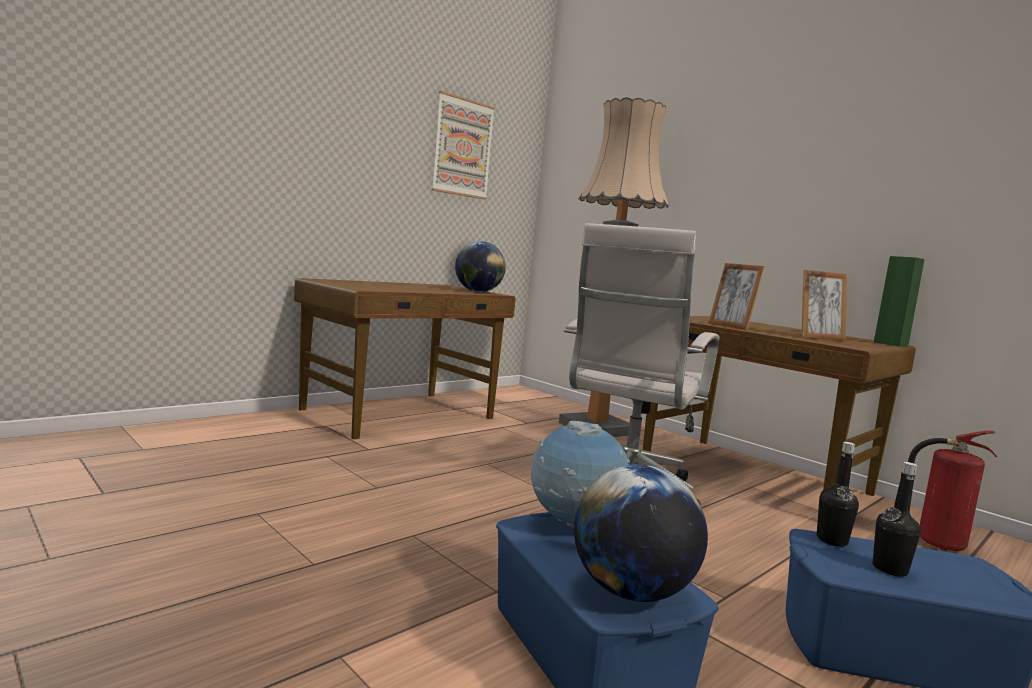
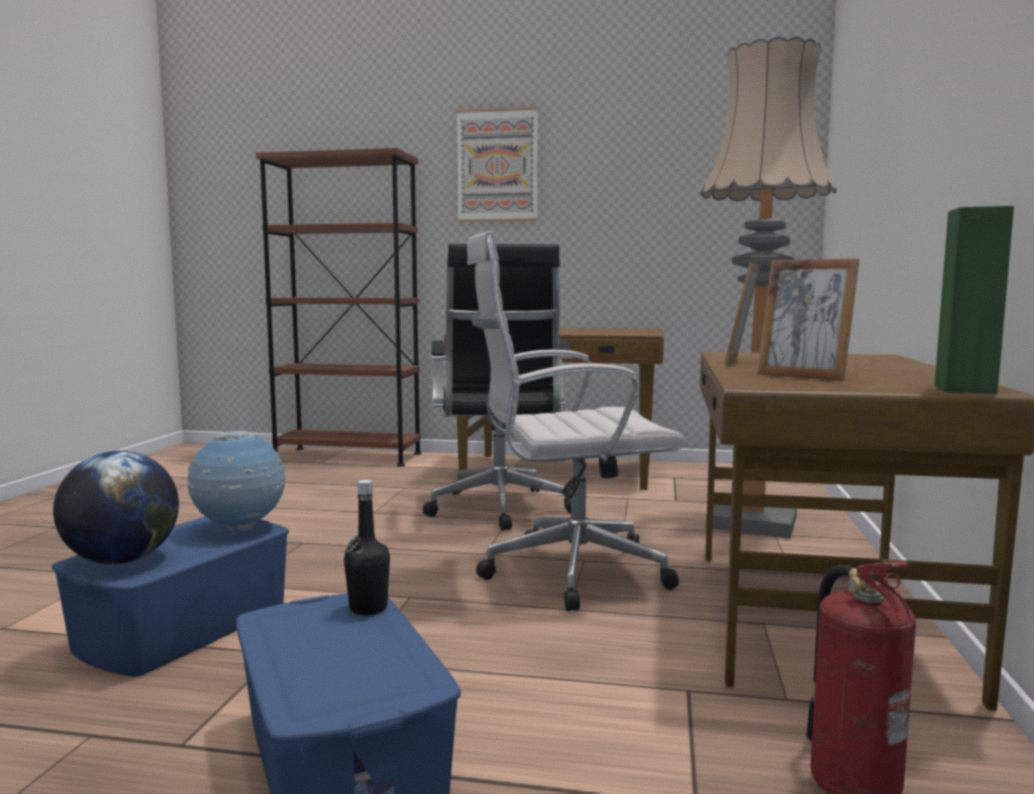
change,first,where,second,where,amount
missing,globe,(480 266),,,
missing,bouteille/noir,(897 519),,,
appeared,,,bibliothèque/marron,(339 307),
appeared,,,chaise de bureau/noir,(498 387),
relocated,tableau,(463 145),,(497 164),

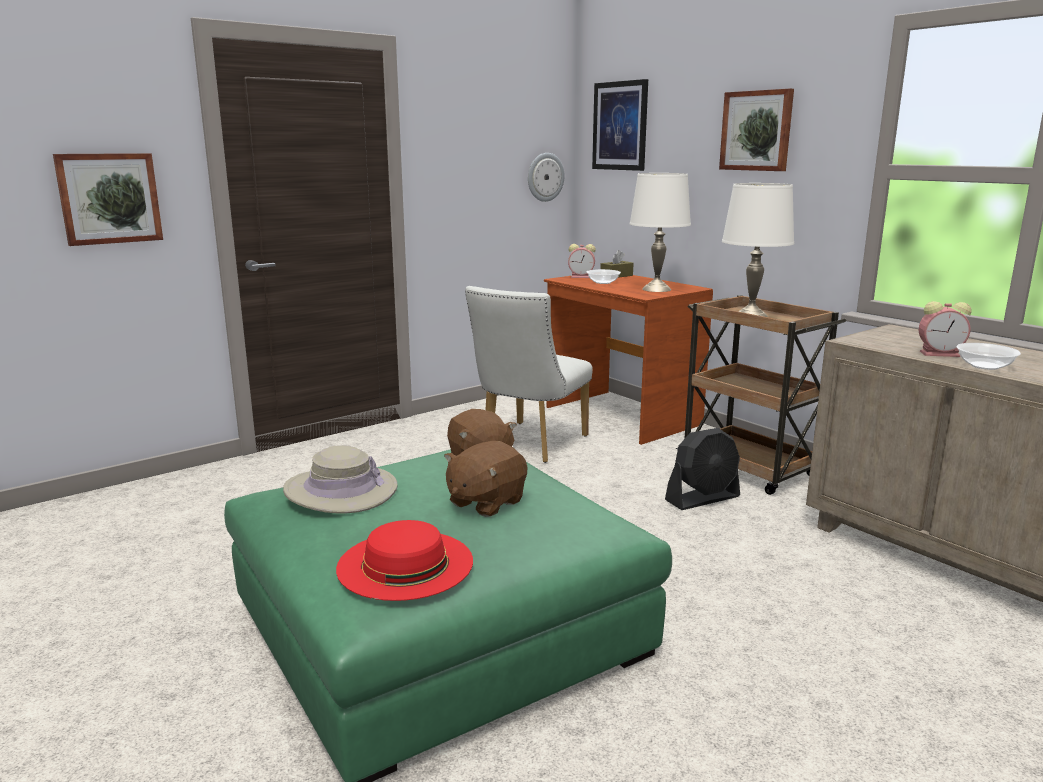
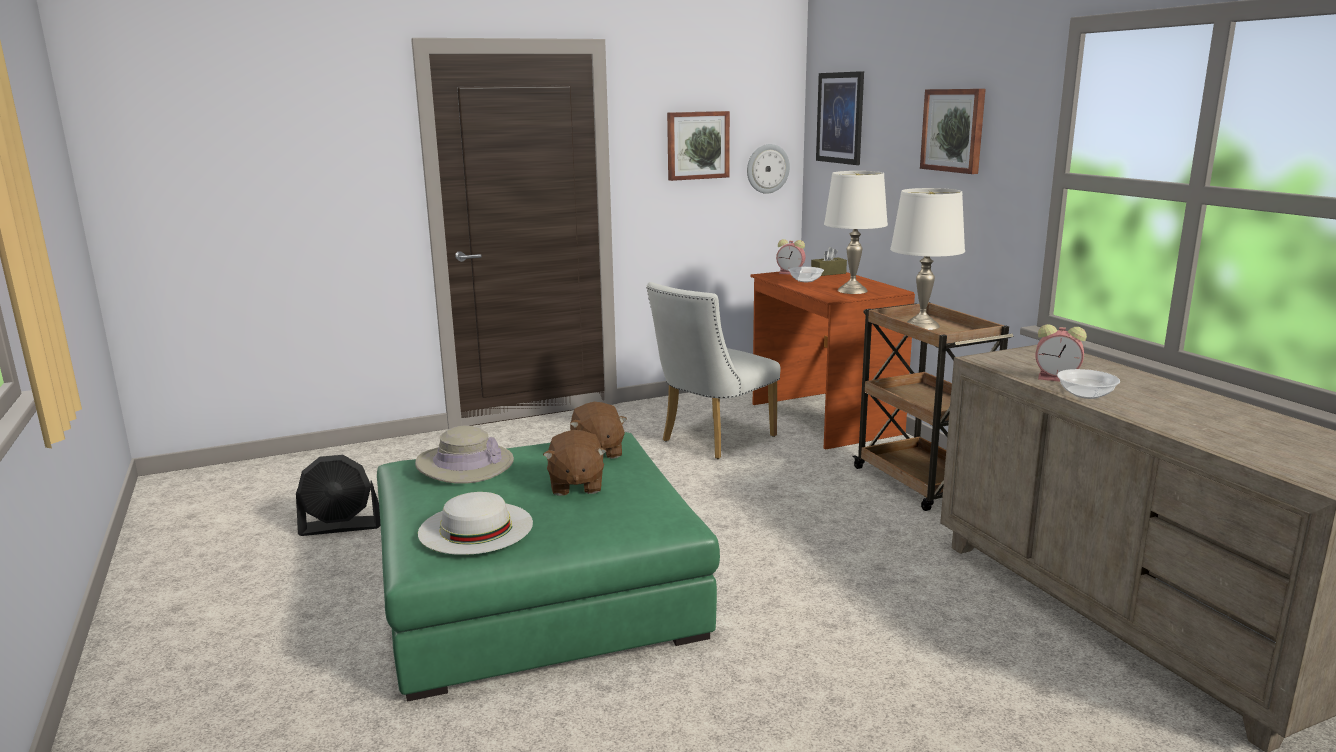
change,first,where,second,where,amount
relocated,tableau,(108 199),,(698 146),
relocated,ventilateur/noir,(702 469),,(338 495),
colour,chapeau/rouge,(404 560),chapeau/blanc,(475 523),
spun,peluche/marron,(485 479),,(575 463),60 degrees counterclockwise

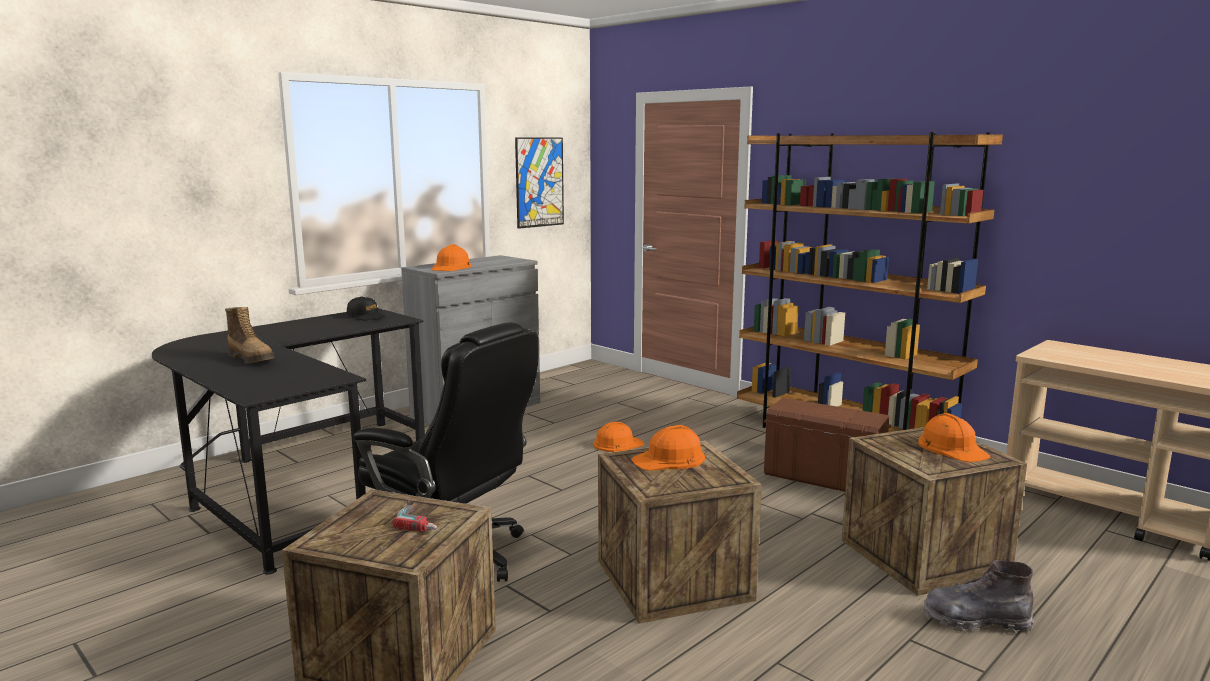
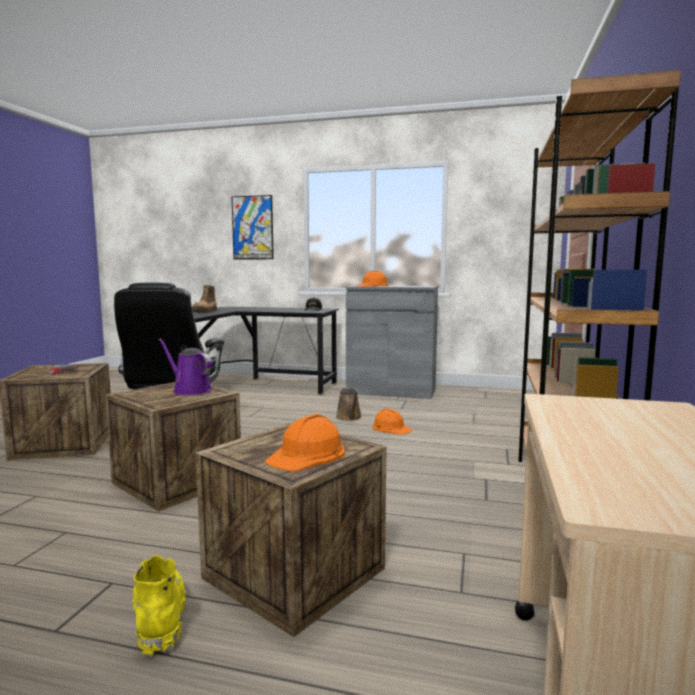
change,first,where,second,where,amount
missing,boîte de rangement/marron,(827 445),,,
appeared,,,arrosoir/marron,(349 404),
relocated,tableau,(539 183),,(253 227),
exchanged,casque de chantier/orange,(668 448),arrosoir/violet,(185 367),
colour,botte/gris,(978 596),botte/jaune,(159 605),

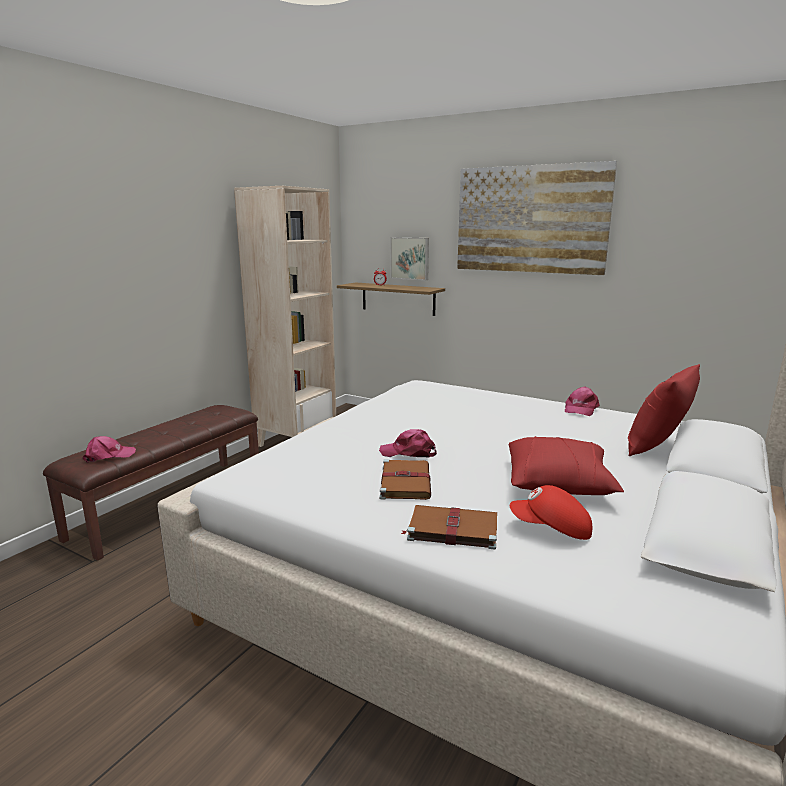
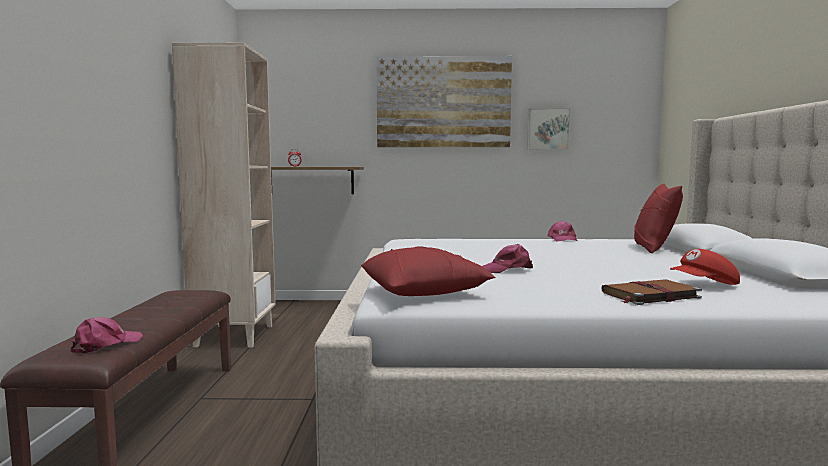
change,first,where,second,where,amount
missing,livre/marron,(405 479),,,
relocated,tableau,(409 258),,(549 129),
relocated,coussin/rouge,(566 465),,(428 271),

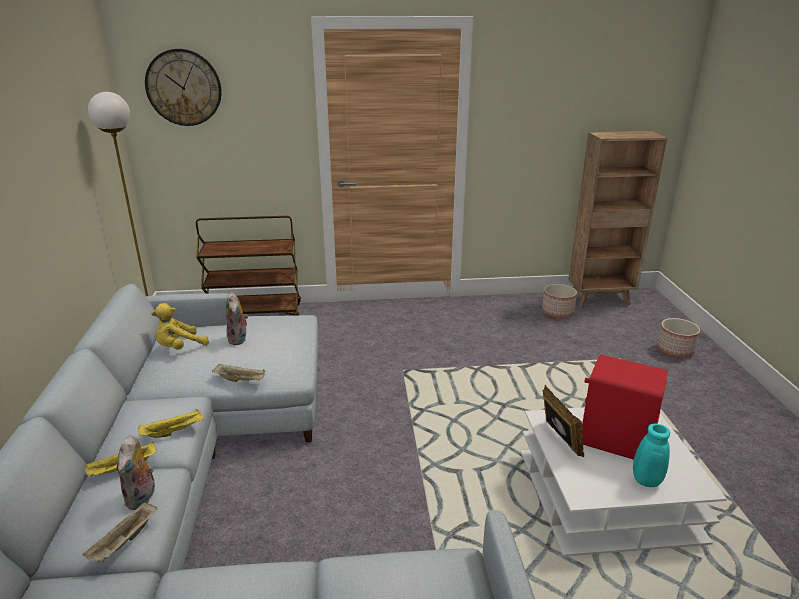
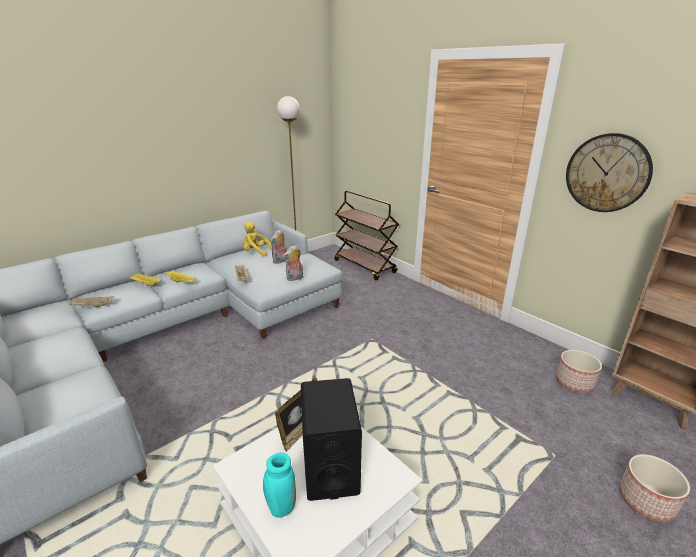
change,first,where,second,where,amount
relocated,peluche,(136 472),,(292 263),
relocated,horloge murale,(183 87),,(609 172),
colour,enceinte/rouge,(625 407),enceinte/noir,(331 439),

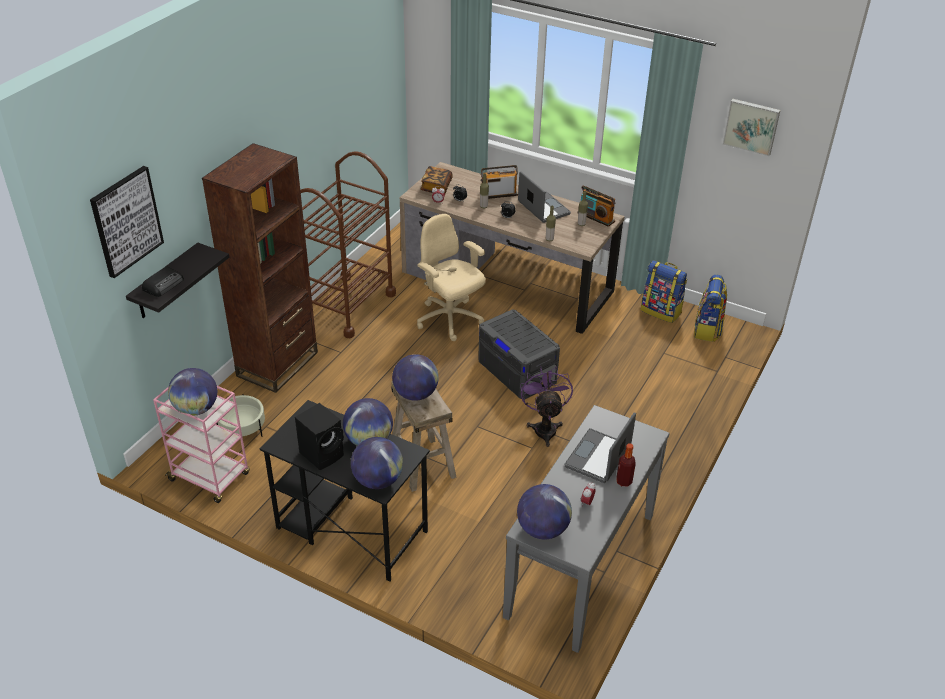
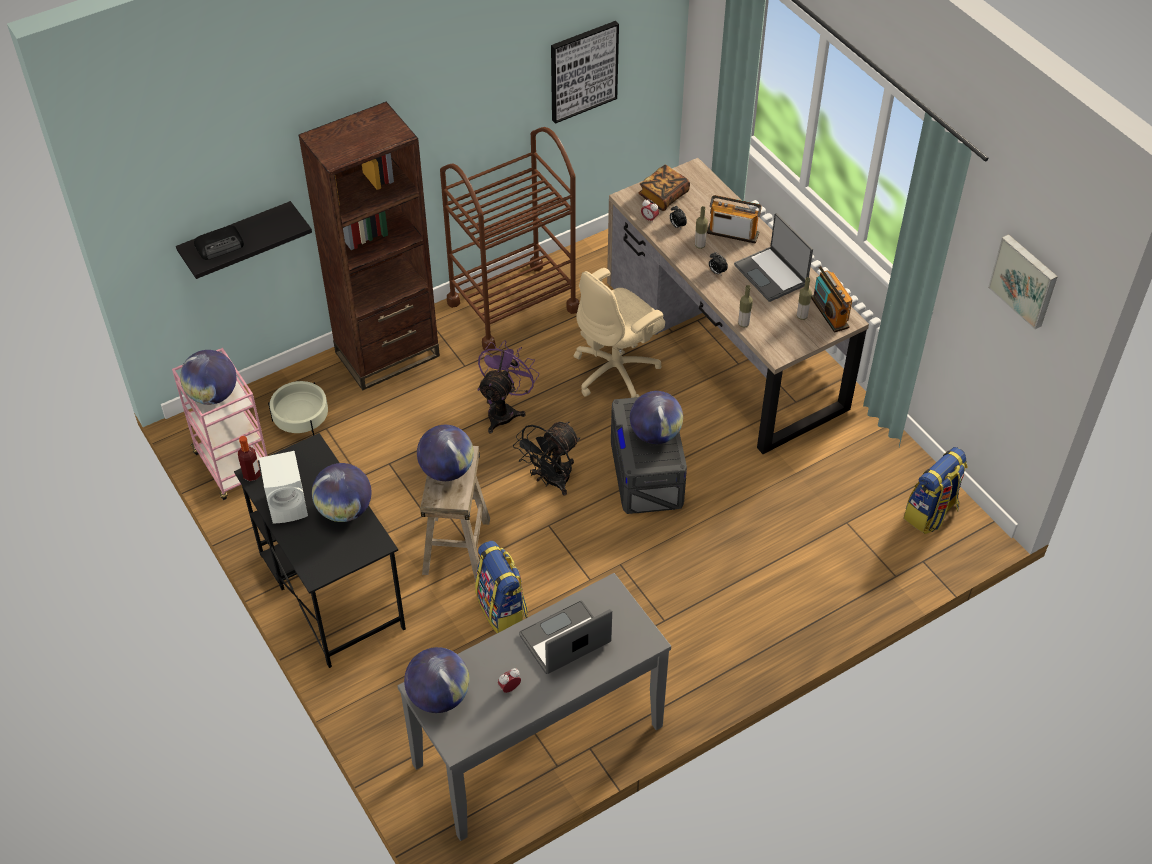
change,first,where,second,where,amount
appeared,,,ventilateur/noir,(546 459),
relocated,tableau,(127 222),,(585 72),
relocated,globe,(377 463),,(656 417),
relocated,ventilateur/violet,(546 407),,(508 387),
relocated,bouteille,(626 465),,(249 458),
relocated,sac à dos,(664 291),,(501 587),
colour,enceinte/noir,(319 436),enceinte/blanc,(283 487),
spun,chaise de bureau/beige,(451 277),,(619 333),120 degrees counterclockwise
spun,ordinateur portable,(544 197),,(773 257),150 degrees clockwise

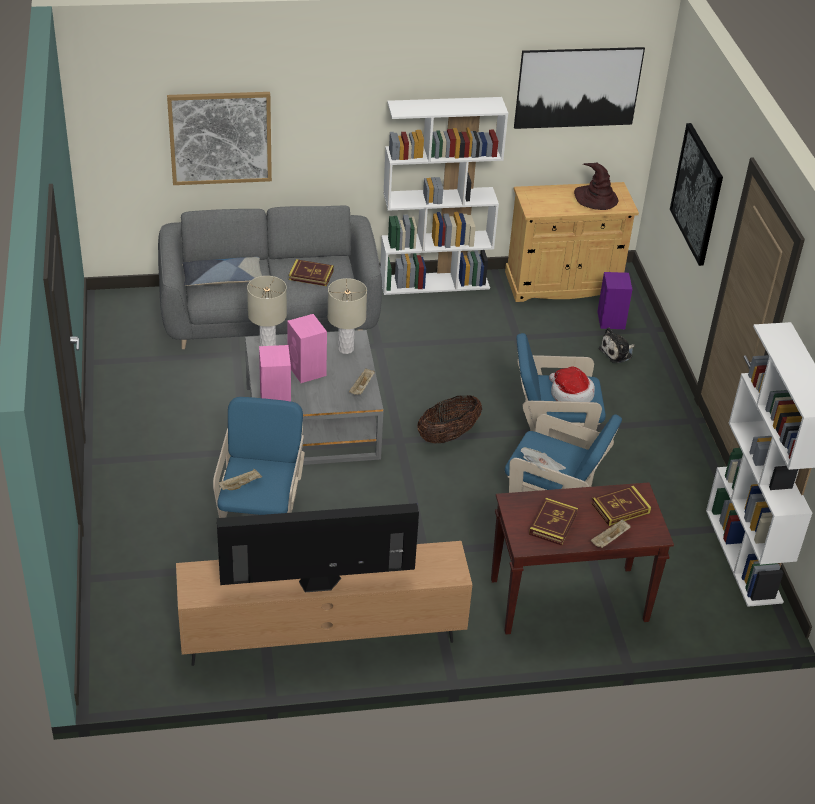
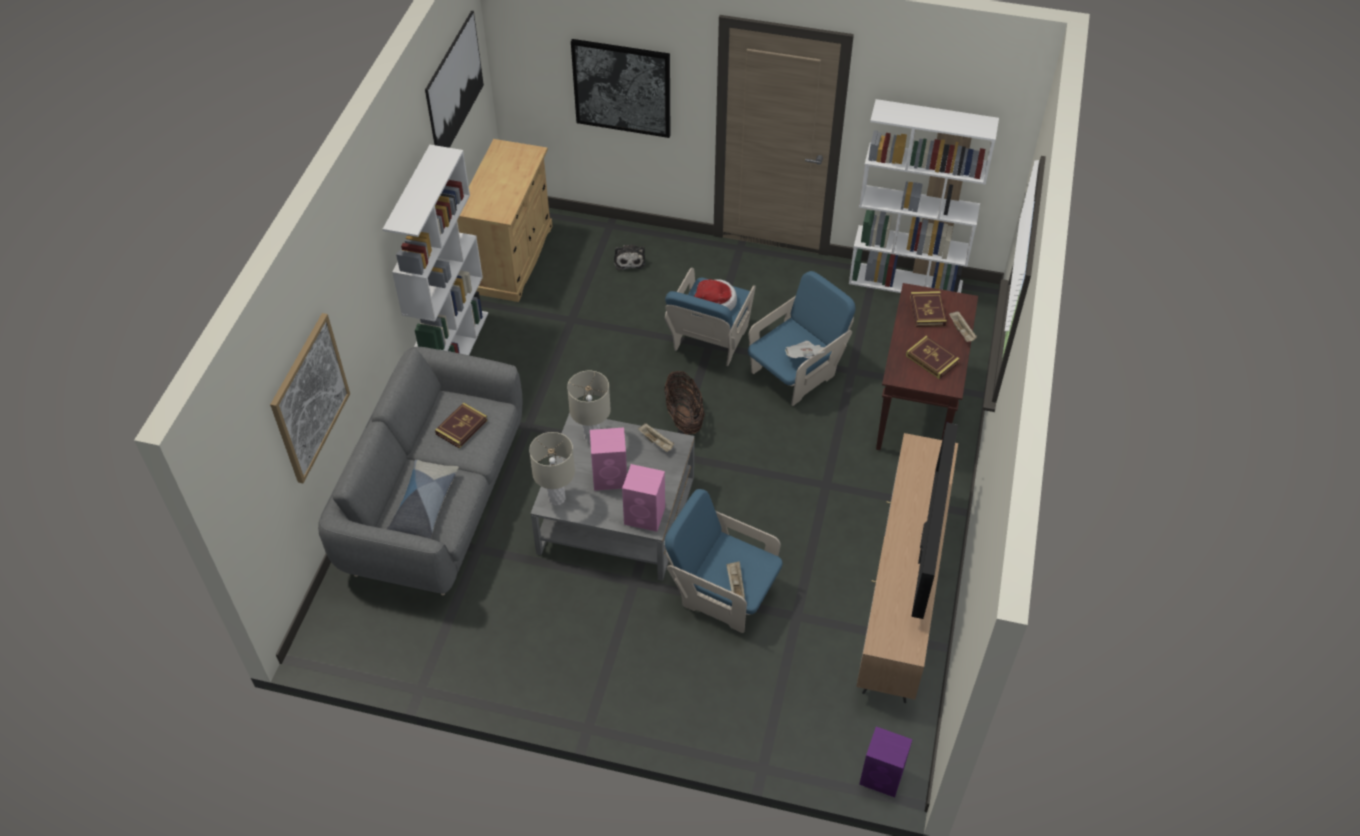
change,first,where,second,where,amount
missing,chapeau/marron,(596 186),,,
relocated,enceinte/violet,(614 300),,(885 762),

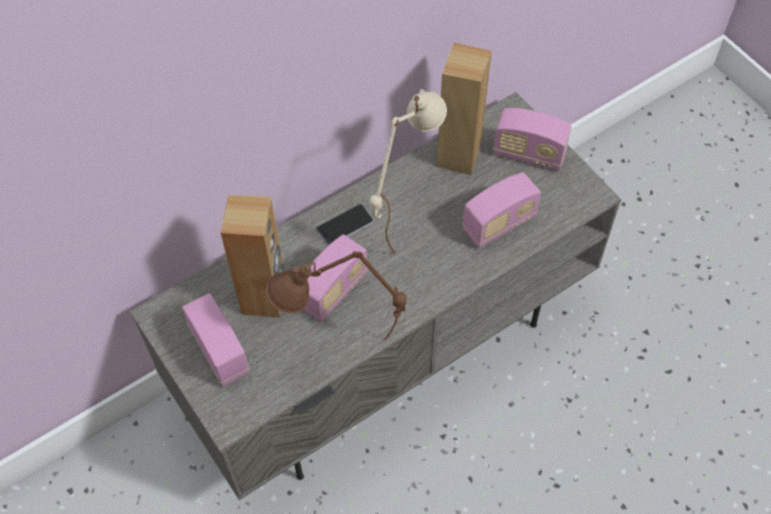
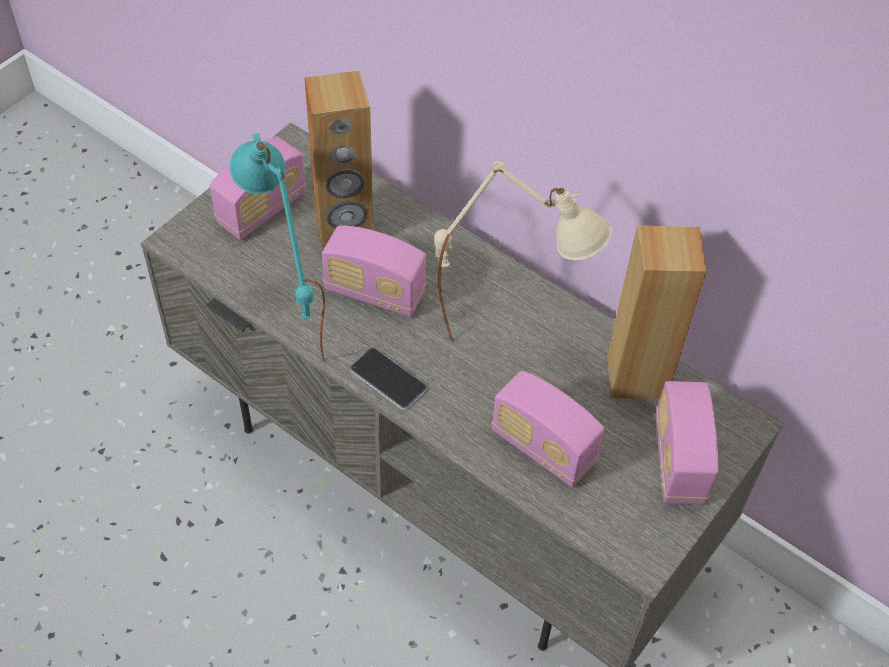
change,first,where,second,where,amount
relocated,téléphone,(345 225),,(388 379),
colour,lampe de table/marron,(336 295),lampe de table/turquoise,(277 246),

